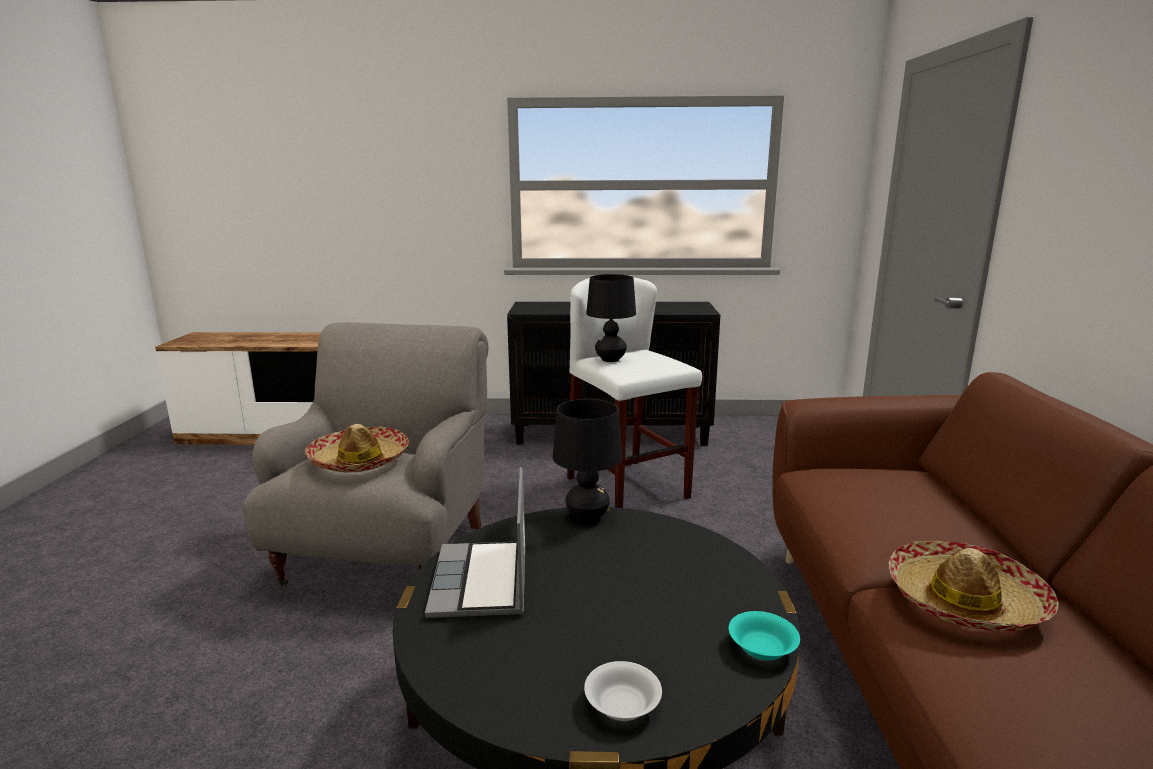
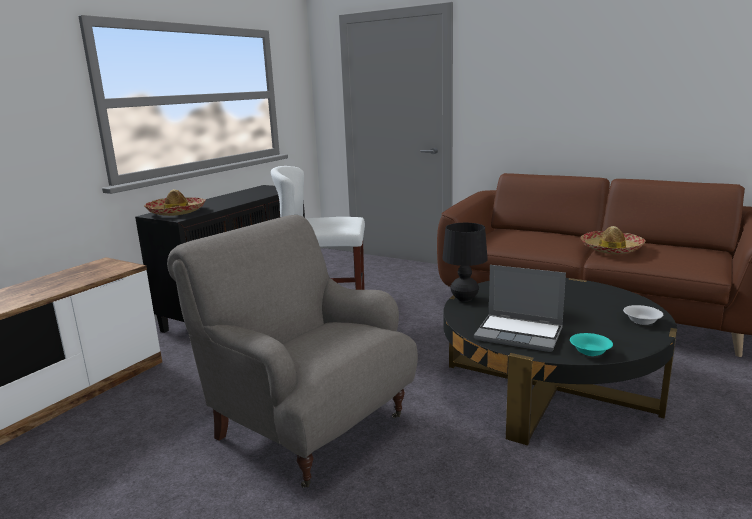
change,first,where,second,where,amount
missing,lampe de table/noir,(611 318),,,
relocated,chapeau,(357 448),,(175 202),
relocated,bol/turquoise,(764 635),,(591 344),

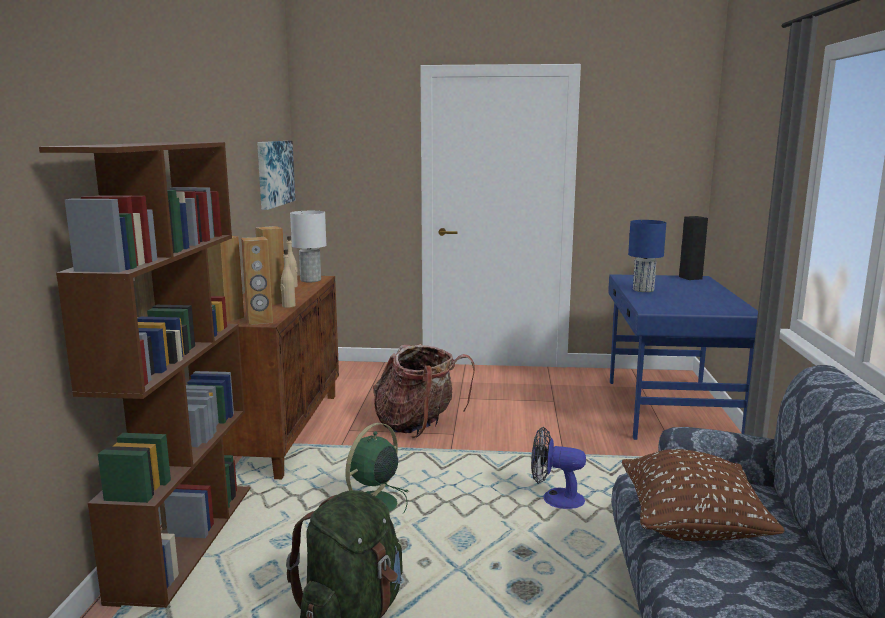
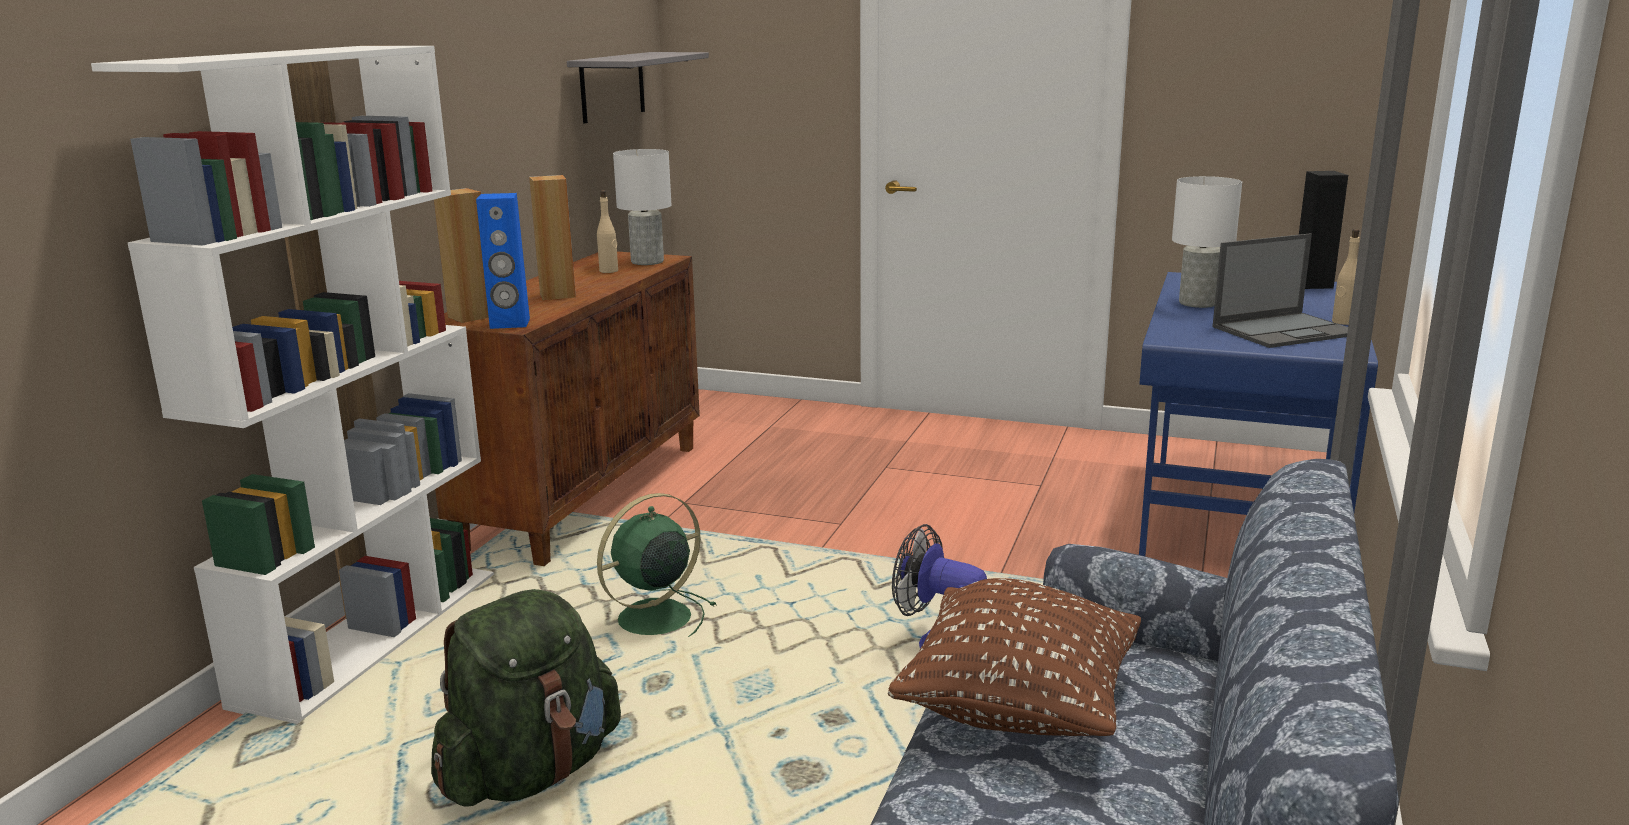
change,first,where,second,where,amount
missing,sac à dos,(424 391),,,
appeared,,,ordinateur portable,(1280 291),
relocated,bouteille/beige,(287 278),,(1346 277),
exchanged,tableau,(276 175),étagère/gris,(638 88),
colour,bibliothèque/marron,(145 375),bibliothèque/blanc,(292 385),
colour,enceinte/marron,(257 281),enceinte/bleu,(503 261),
colour,lampe de table/bleu,(647 256),lampe de table/blanc,(1207 242),

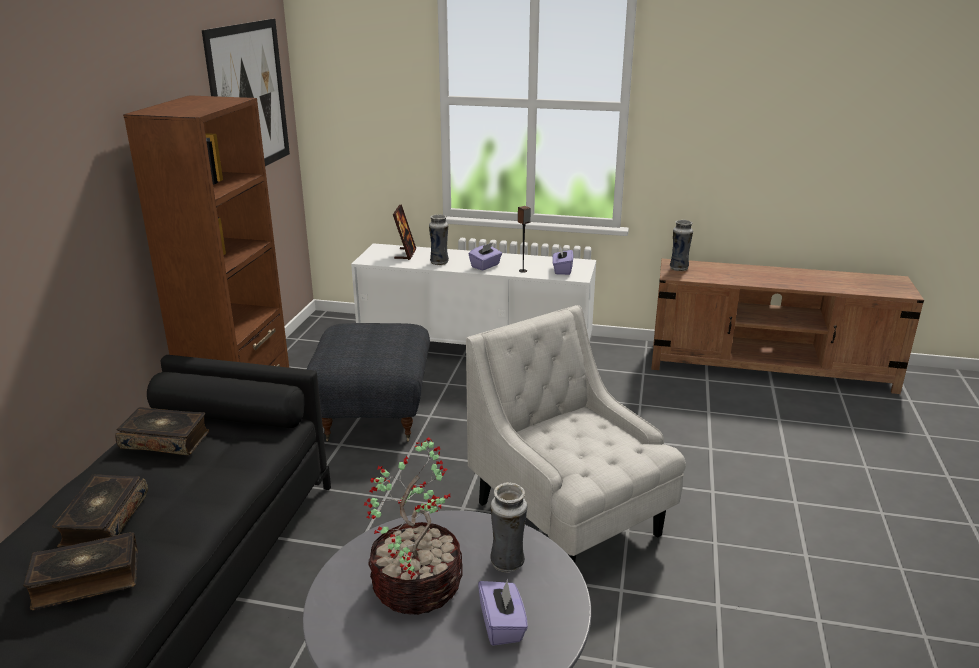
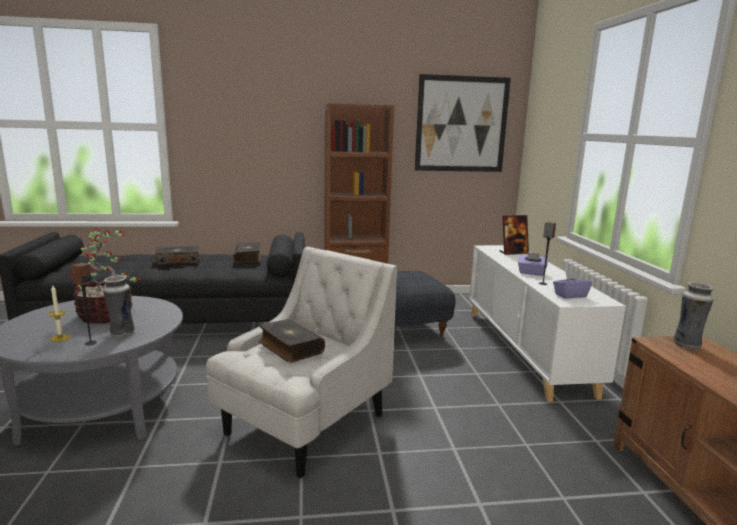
change,first,where,second,where,amount
missing,vase,(439 239),,,
appeared,,,enceinte,(84 304),
relocated,livre,(80 571),,(292 341),
exchanged,boîte à mouchoirs/violet,(503 612),bougie,(59 314),

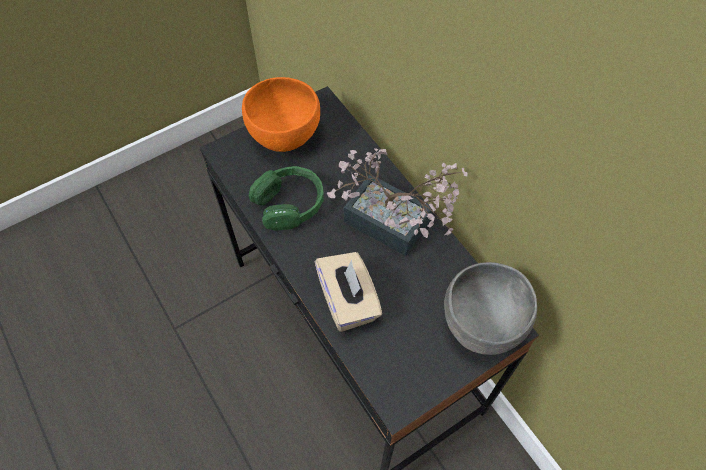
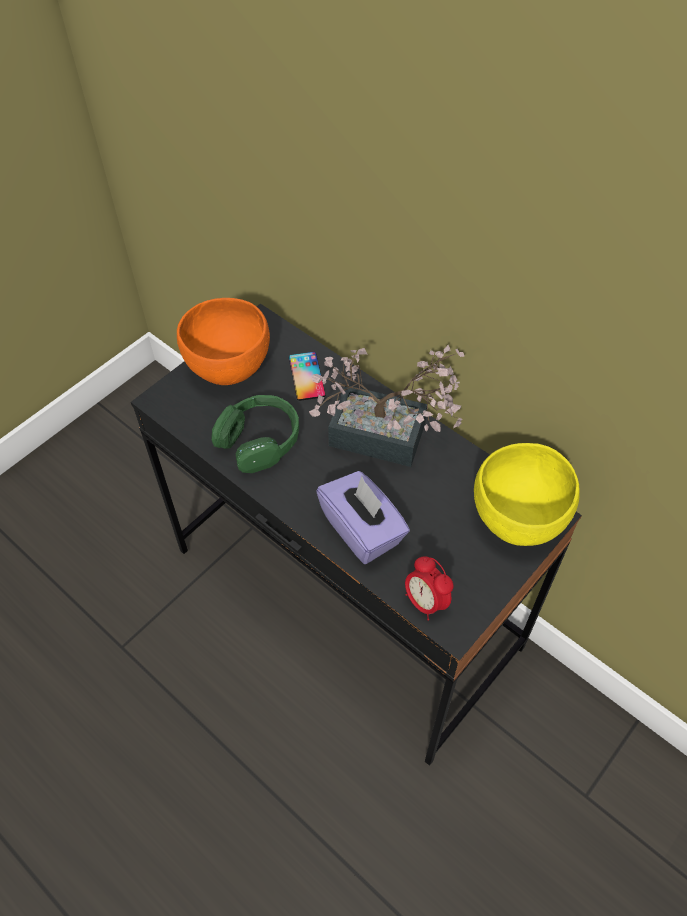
change,first,where,second,where,amount
appeared,,,téléphone,(307 376),
appeared,,,réveil,(429 588),
colour,boîte à mouchoirs/beige,(348 292),boîte à mouchoirs/violet,(363 517),
colour,bol/gris,(490 308),bol/jaune,(527 494),

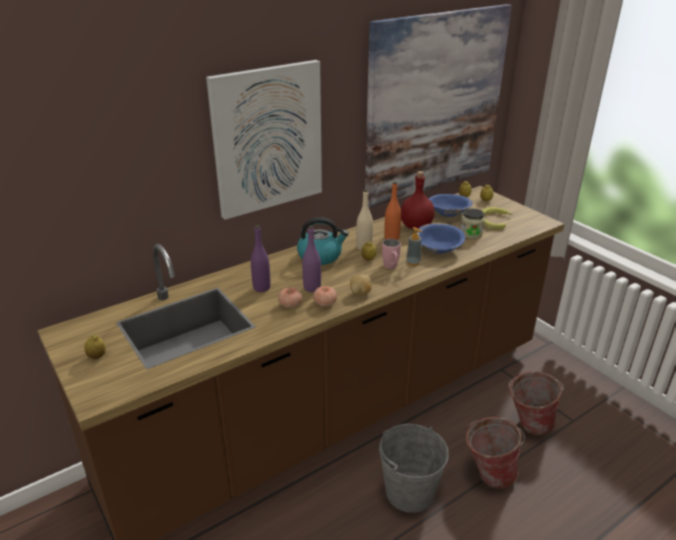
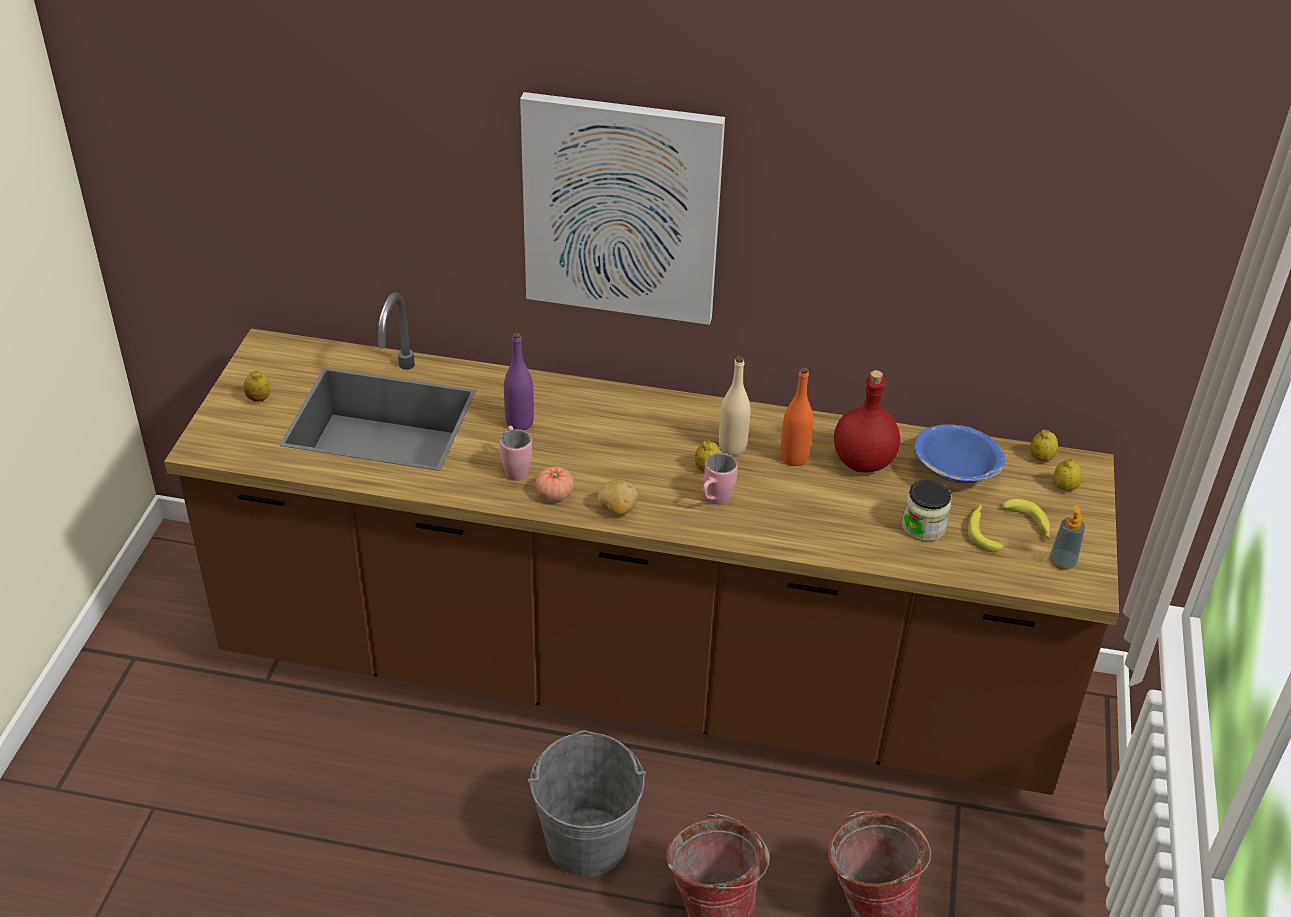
change,first,where,second,where,amount
missing,bouilloire,(323 241),,,
missing,bouteille/violet,(311 259),,,
missing,tableau,(438 106),,,
missing,bol/bleu,(441 238),,,
relocated,distributeur de savon,(414 246),,(1067 538),
exchanged,tomate,(290 297),mug/rose,(516 453),

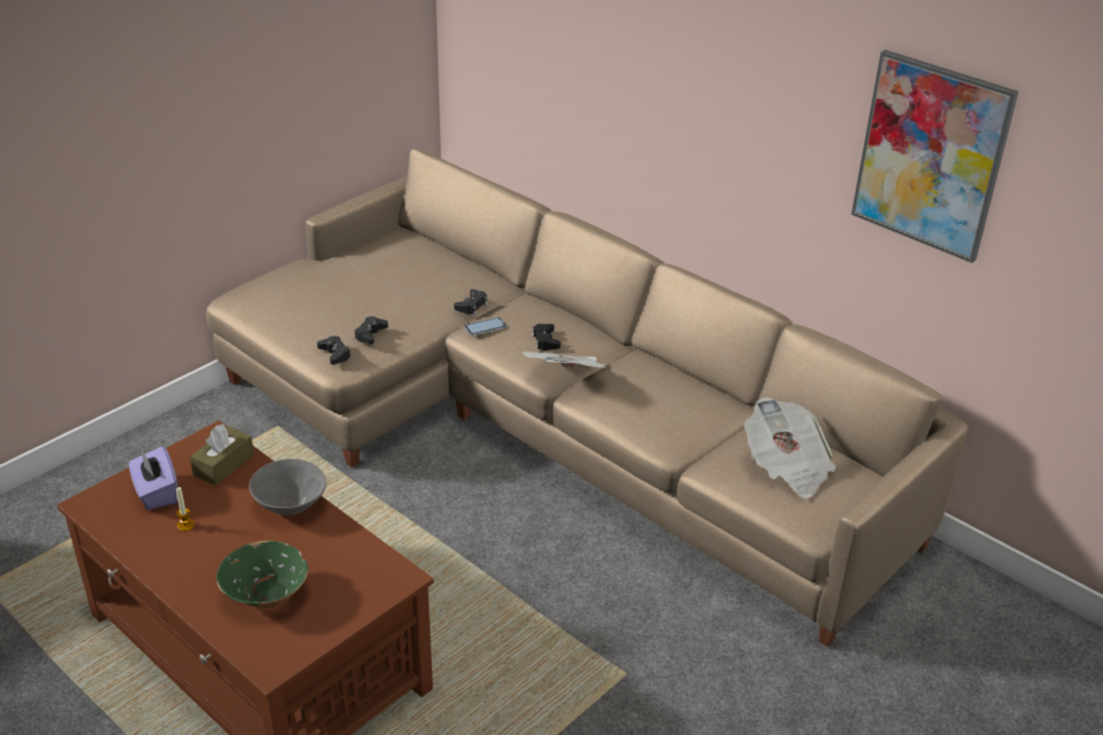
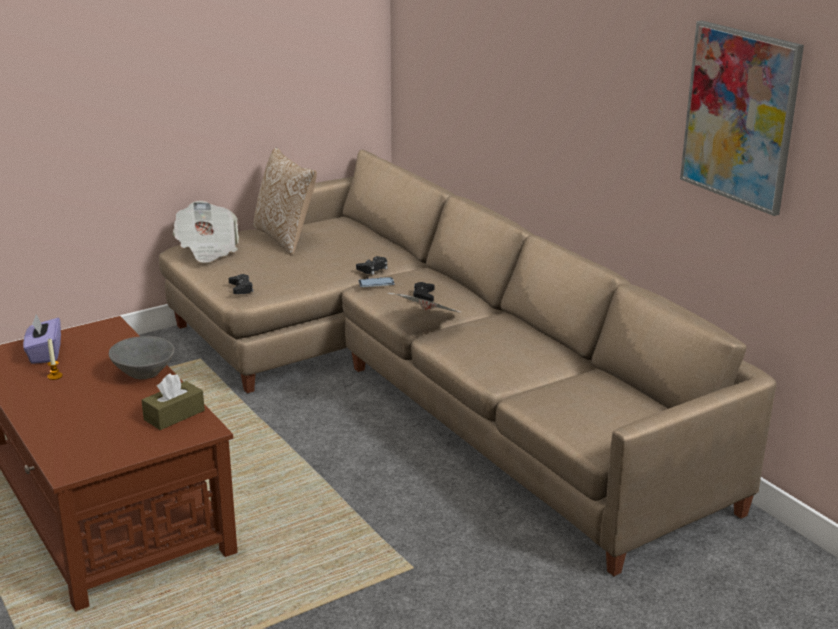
change,first,where,second,where,amount
missing,bol/vert,(262 574),,,
missing,manette/noir,(371 330),,,
appeared,,,coussin,(285 202),
relocated,boîte à mouchoirs/marron,(222 455),,(173 401),
relocated,journal,(790 448),,(206 232),

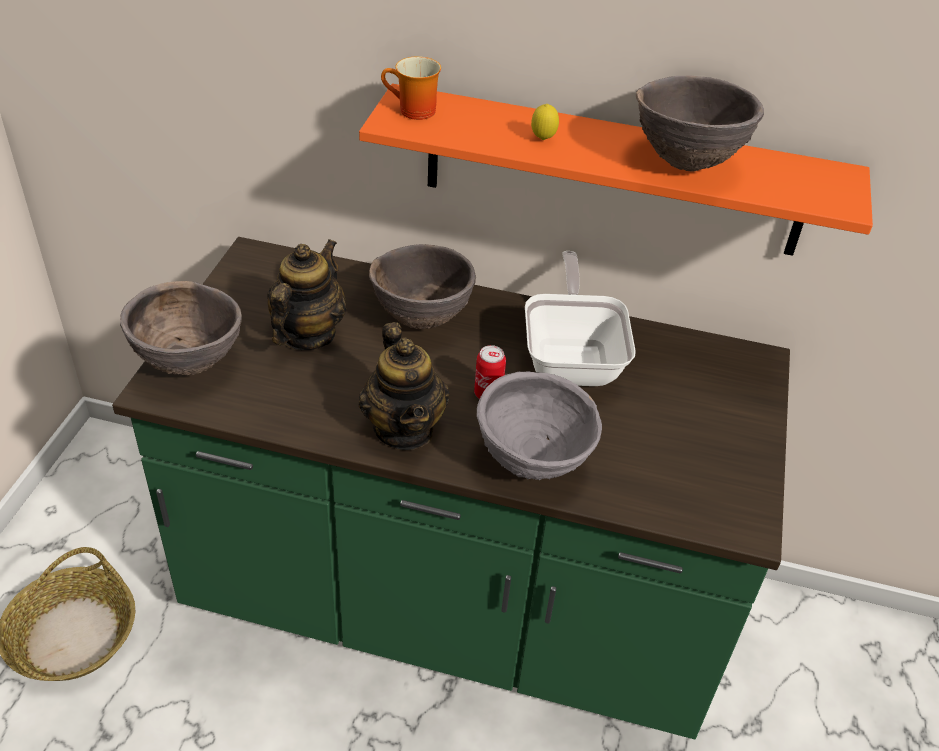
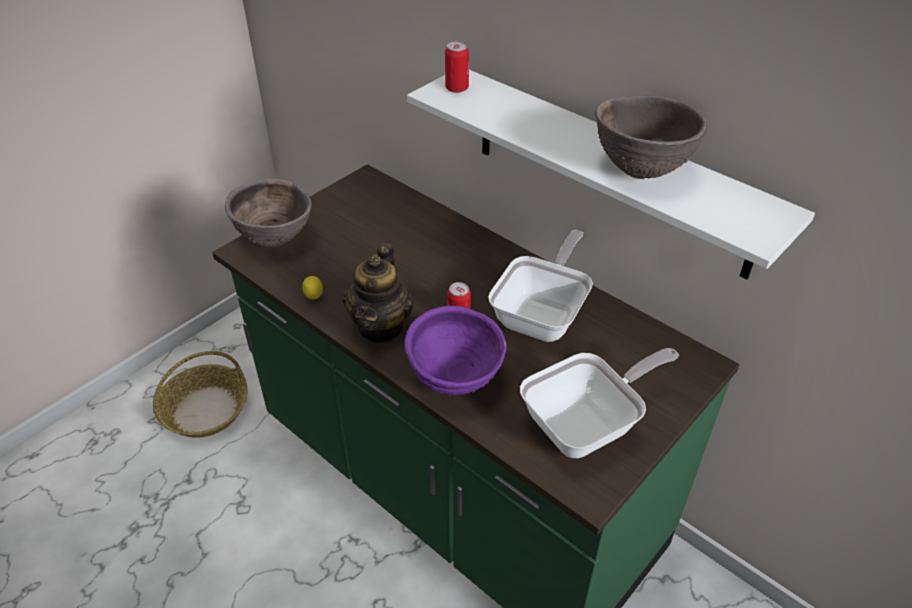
change,first,where,second,where,amount
missing,théière,(306 294),,,
missing,bol/marron,(422 286),,,
appeared,,,poêle,(599 403),
relocated,citron,(545 122),,(312 288),
exchanged,mug,(411 88),boîte métallique,(457 67),
colour,étagère/orange,(616 170),étagère/blanc,(611 174),
colour,bol/gris,(539 426),bol/violet,(456 350),

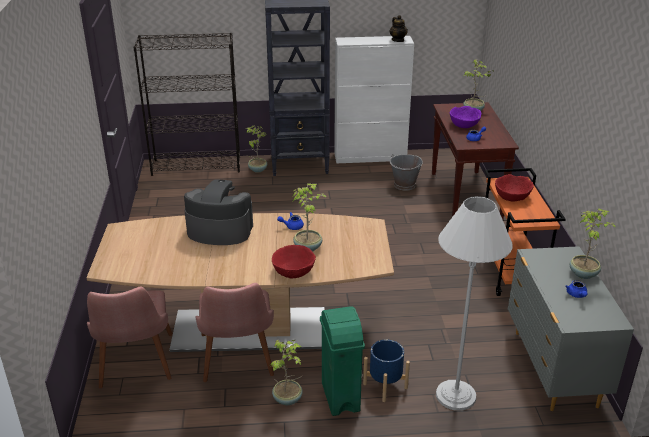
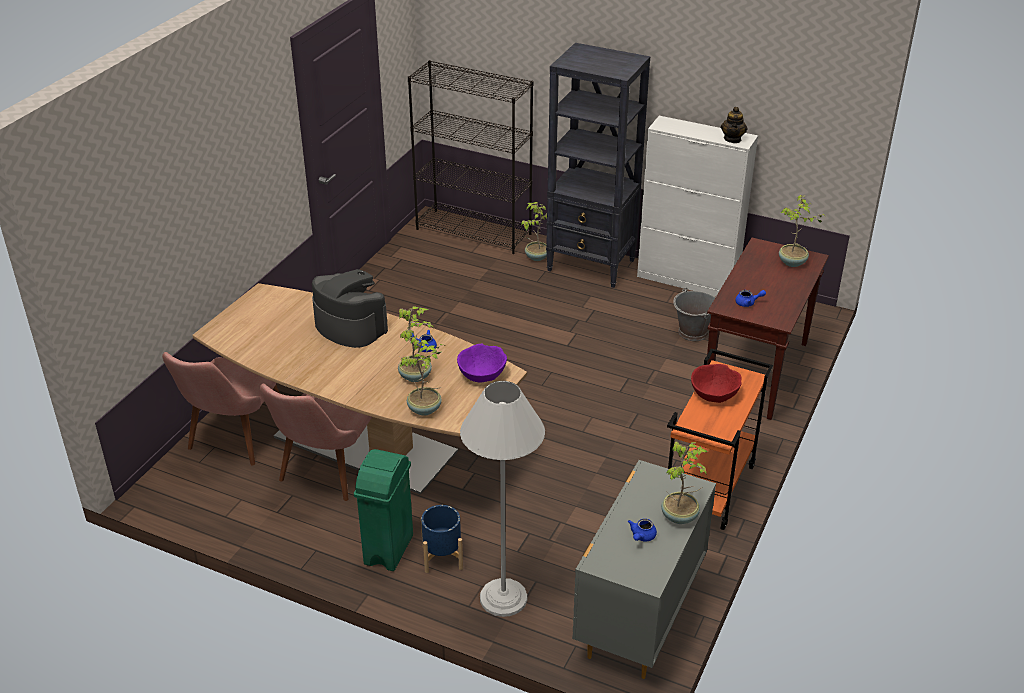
change,first,where,second,where,amount
missing,bol/rouge,(294 261),,,
relocated,plante en pot,(286 372),,(421 375),
relocated,bol/violet,(466 117),,(482 362),

